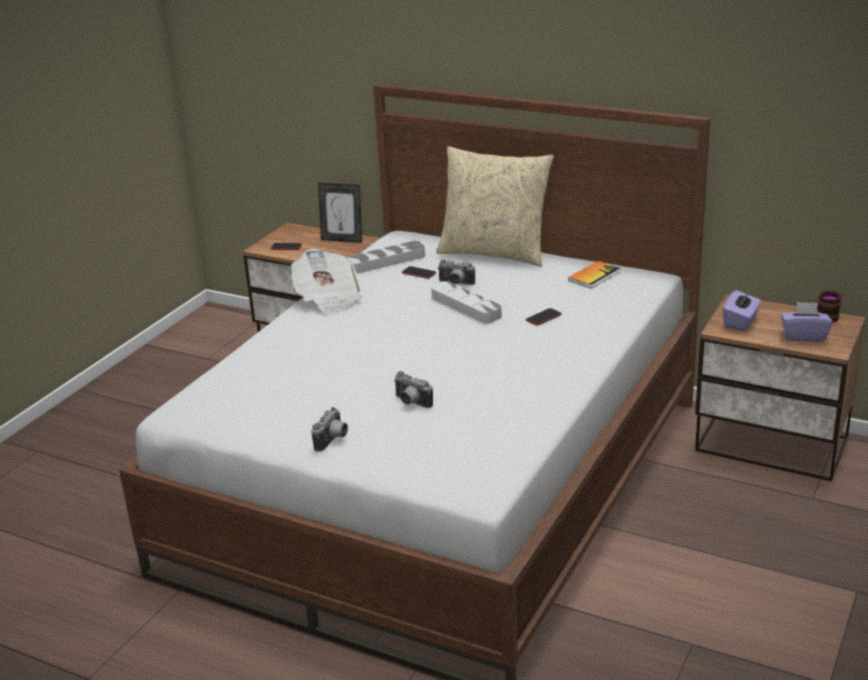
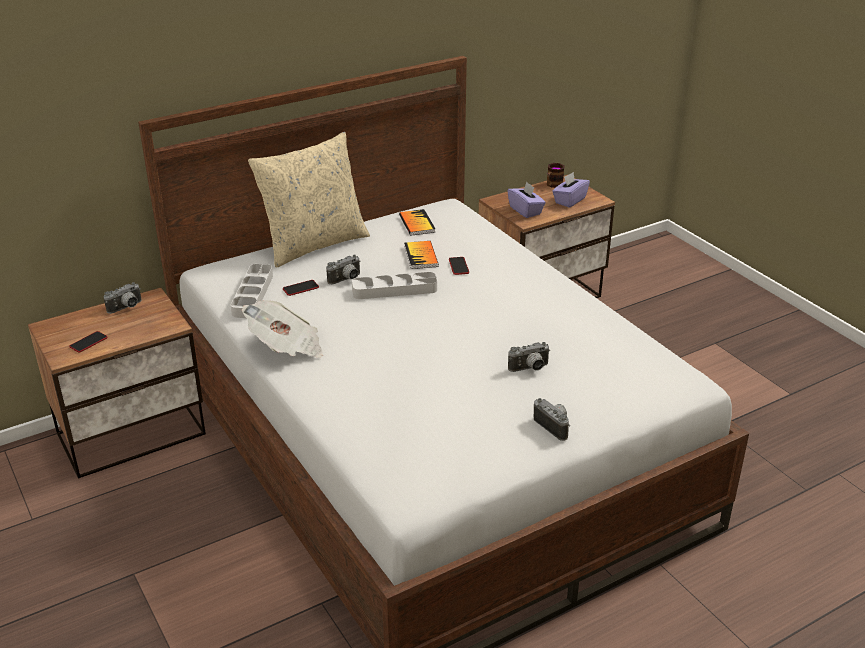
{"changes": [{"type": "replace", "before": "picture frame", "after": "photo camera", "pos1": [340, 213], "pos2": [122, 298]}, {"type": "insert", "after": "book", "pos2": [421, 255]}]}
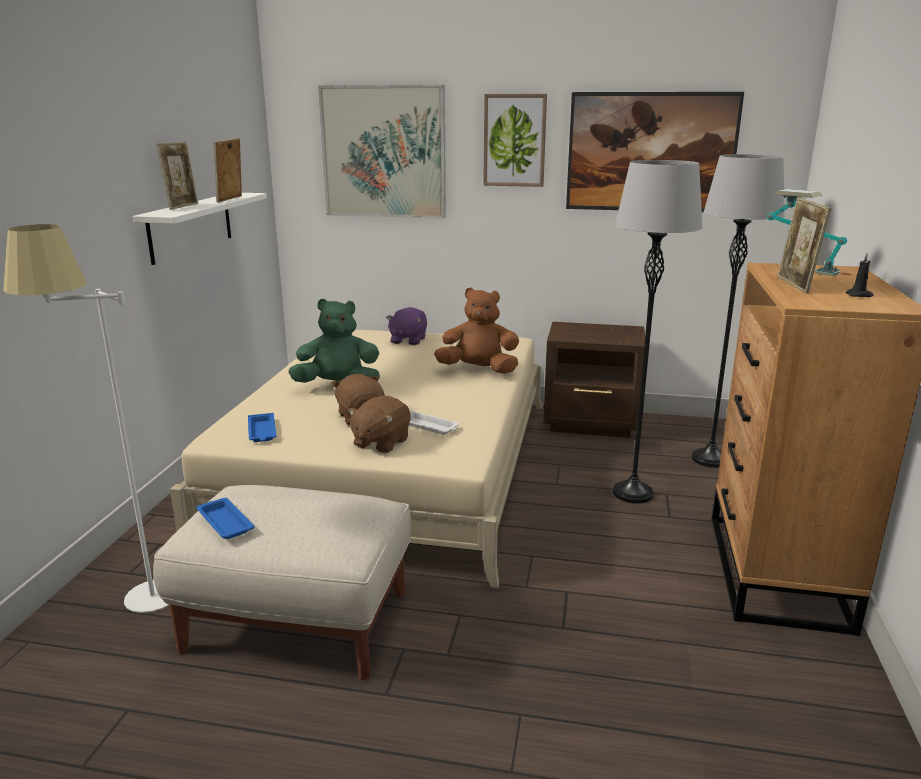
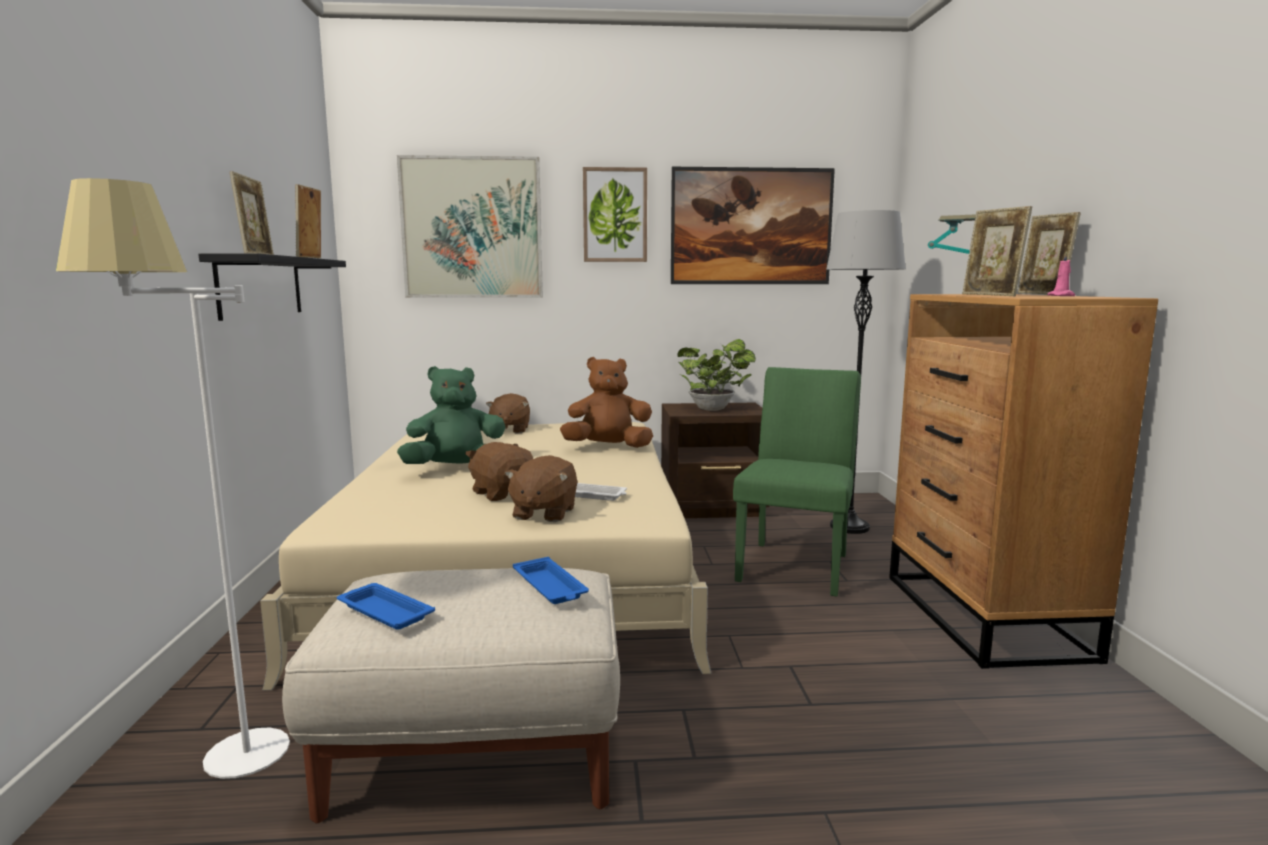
{"changes": [{"type": "recolor", "before": "white shelf", "after": "black shelf", "pos1": [199, 229], "pos2": [272, 287]}, {"type": "recolor", "before": "purple plush toy", "after": "brown plush toy", "pos1": [406, 326], "pos2": [508, 413]}, {"type": "move", "before": "blue tray", "pos1": [262, 427], "pos2": [551, 580]}, {"type": "insert", "after": "potted plant", "pos2": [716, 375]}, {"type": "replace", "before": "grey floor lamp", "after": "green chair", "pos1": [658, 332], "pos2": [797, 482]}, {"type": "insert", "after": "picture frame", "pos2": [1049, 253]}, {"type": "recolor", "before": "black candle", "after": "pink candle", "pos1": [859, 275], "pos2": [1061, 273]}]}
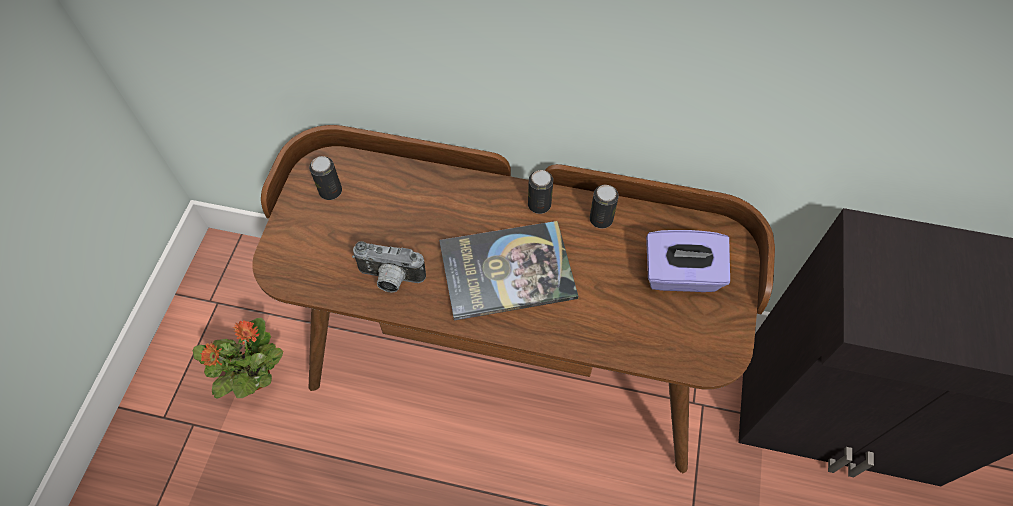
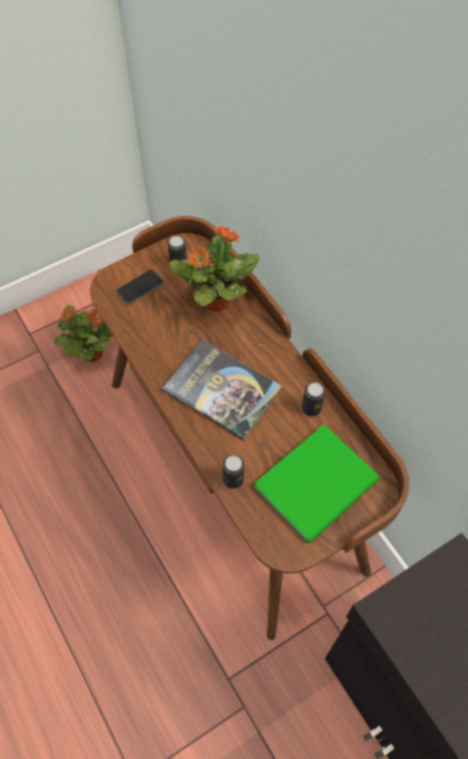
{"changes": [{"type": "insert", "after": "phone", "pos2": [140, 286]}, {"type": "insert", "after": "potted plant", "pos2": [214, 269]}, {"type": "move", "before": "can", "pos1": [540, 192], "pos2": [233, 471]}, {"type": "replace", "before": "purple tissue box", "after": "green book", "pos1": [688, 261], "pos2": [317, 484]}, {"type": "delete", "before": "photo camera", "pos1": [389, 267]}]}
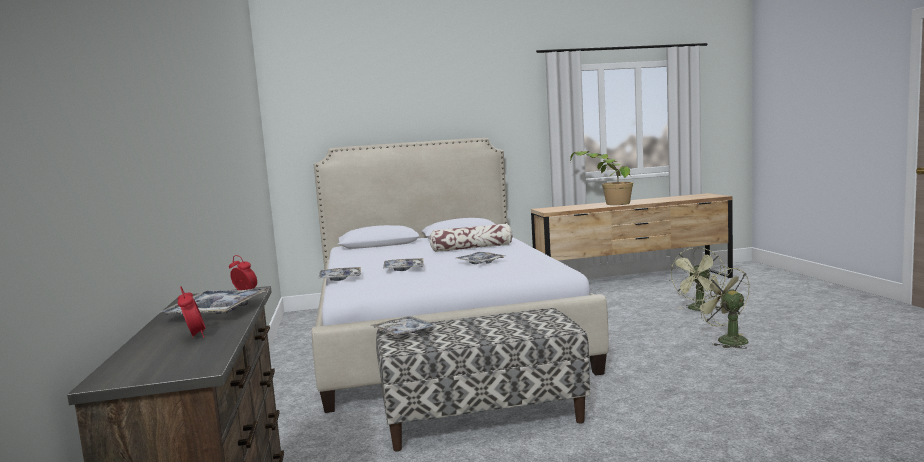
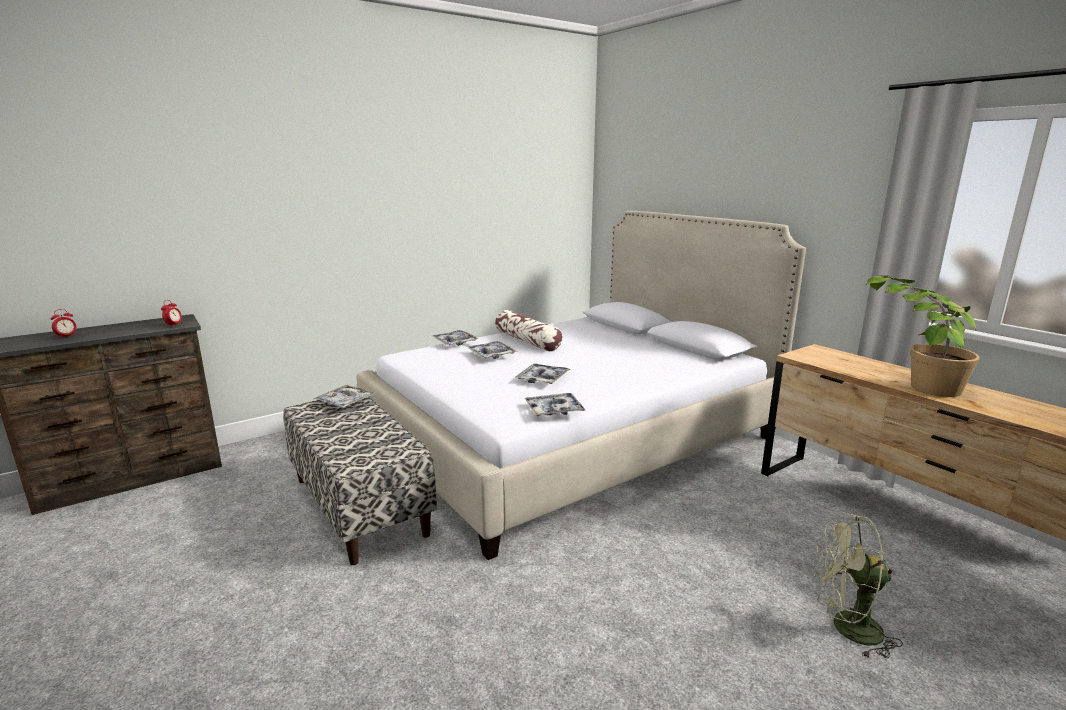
{"changes": [{"type": "move", "before": "pillow", "pos1": [471, 237], "pos2": [529, 331]}, {"type": "move", "before": "tray", "pos1": [214, 303], "pos2": [555, 404]}, {"type": "delete", "before": "green fan", "pos1": [722, 307]}]}
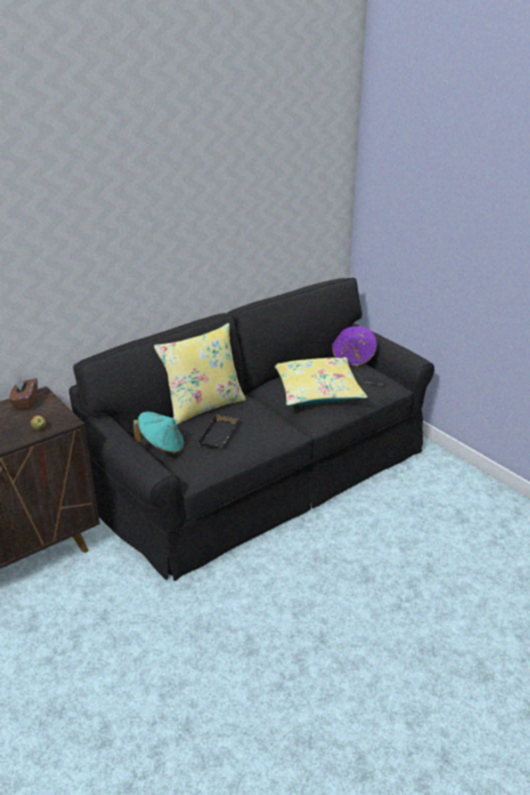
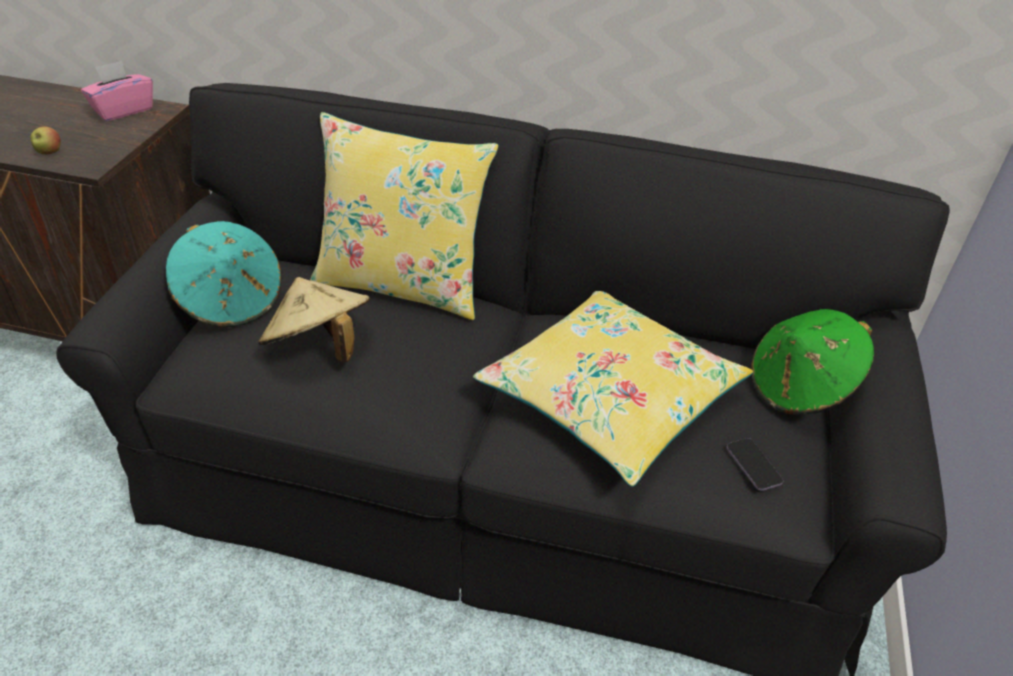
{"changes": [{"type": "recolor", "before": "brown tissue box", "after": "pink tissue box", "pos1": [23, 393], "pos2": [117, 91]}, {"type": "replace", "before": "black tray", "after": "beige hat", "pos1": [218, 431], "pos2": [314, 320]}, {"type": "recolor", "before": "purple hat", "after": "green hat", "pos1": [354, 346], "pos2": [812, 362]}]}
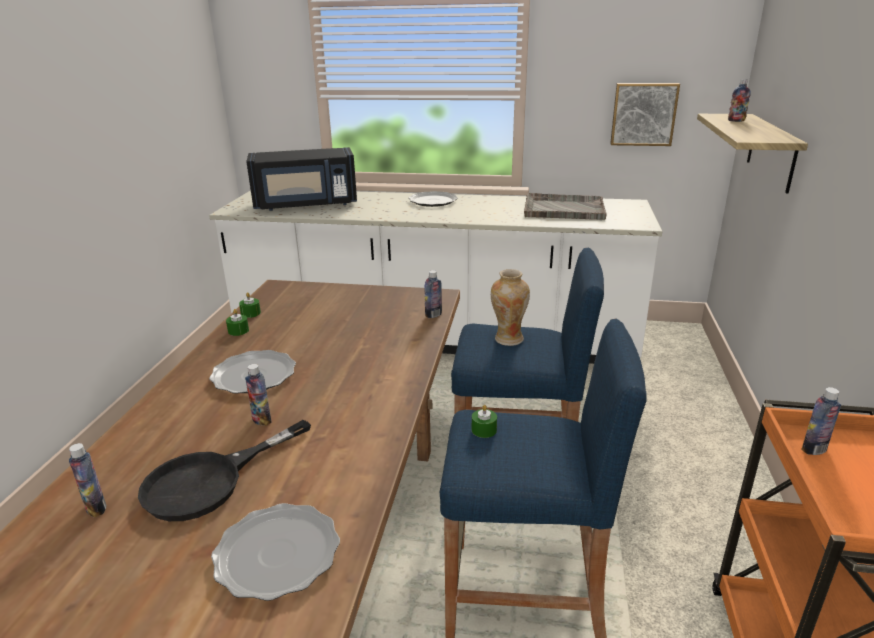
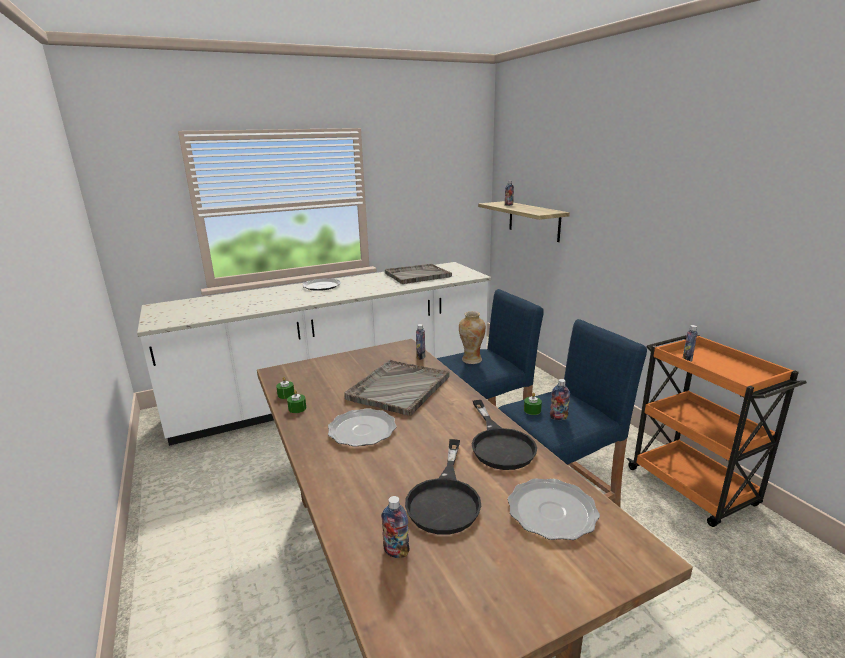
{"changes": [{"type": "insert", "after": "grey tray", "pos2": [397, 388]}, {"type": "insert", "after": "black frying pan", "pos2": [504, 435]}, {"type": "move", "before": "bottle", "pos1": [258, 395], "pos2": [560, 399]}, {"type": "delete", "before": "black microwave", "pos1": [301, 179]}, {"type": "delete", "before": "picture", "pos1": [645, 114]}]}
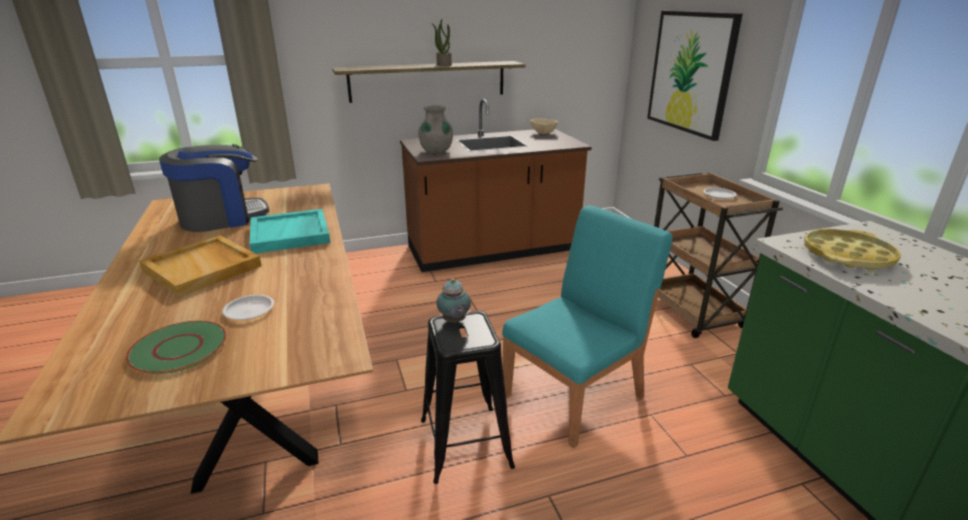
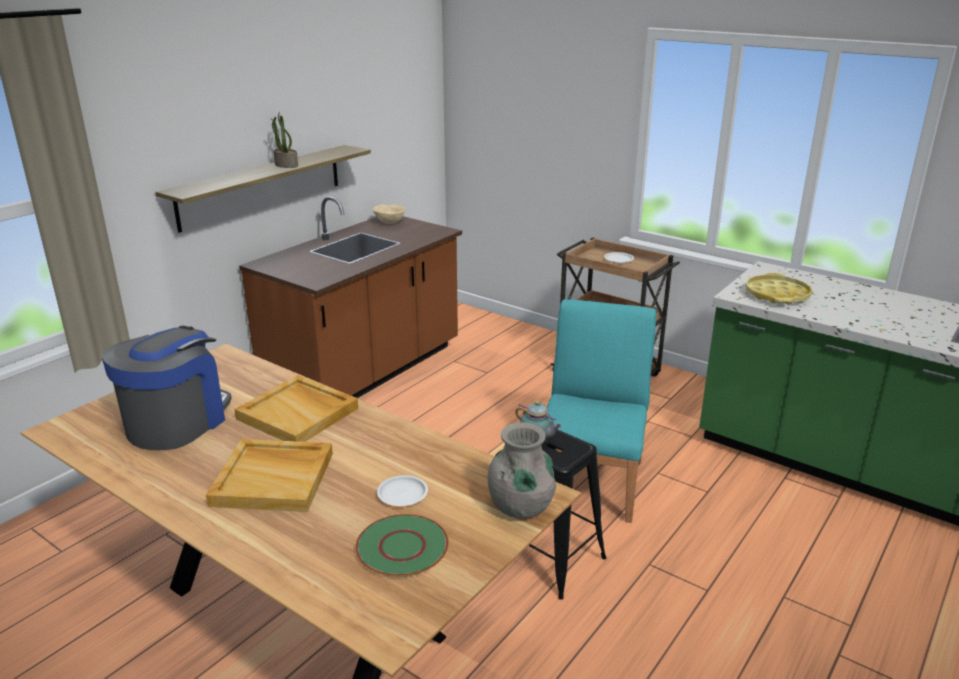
{"changes": [{"type": "recolor", "before": "turquoise tray", "after": "beige tray", "pos1": [290, 231], "pos2": [296, 408]}, {"type": "move", "before": "grey vase", "pos1": [435, 129], "pos2": [521, 470]}, {"type": "delete", "before": "picture", "pos1": [695, 76]}]}
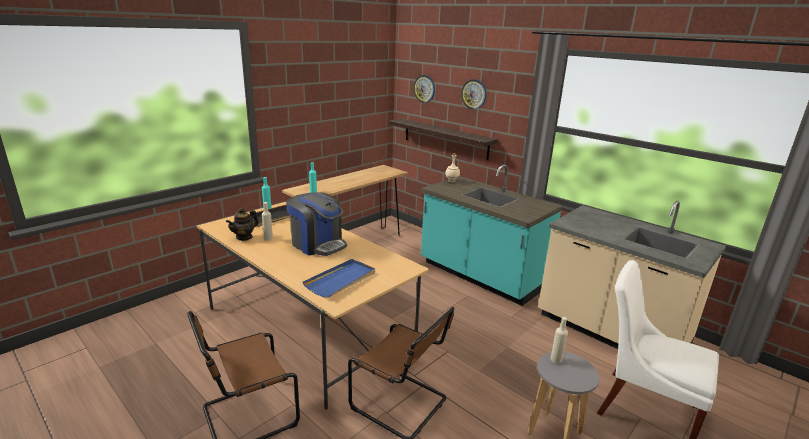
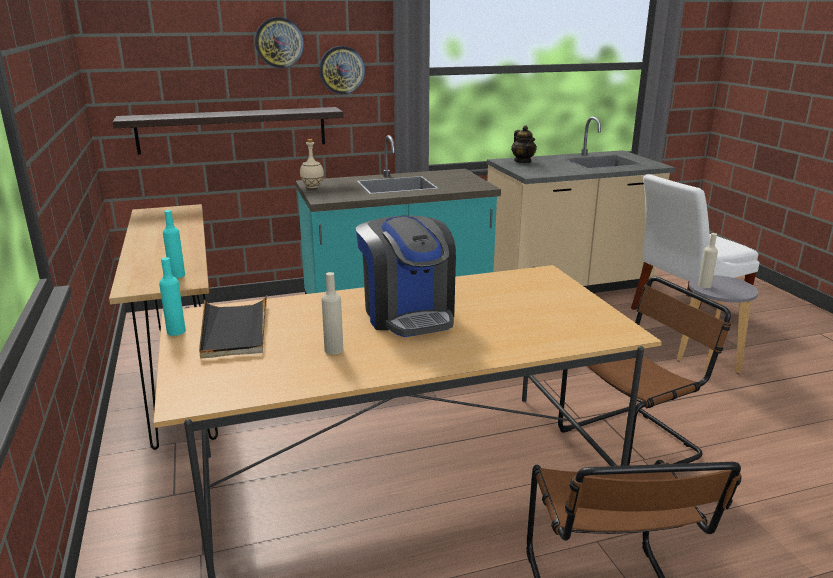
{"changes": [{"type": "move", "before": "wall clock", "pos1": [424, 89], "pos2": [342, 70]}, {"type": "rotate", "before": "coffee machine", "pos1": [316, 224], "pos2": [406, 276], "turn": 90}, {"type": "move", "before": "teapot", "pos1": [242, 224], "pos2": [524, 144]}, {"type": "delete", "before": "blue tray", "pos1": [339, 278]}]}
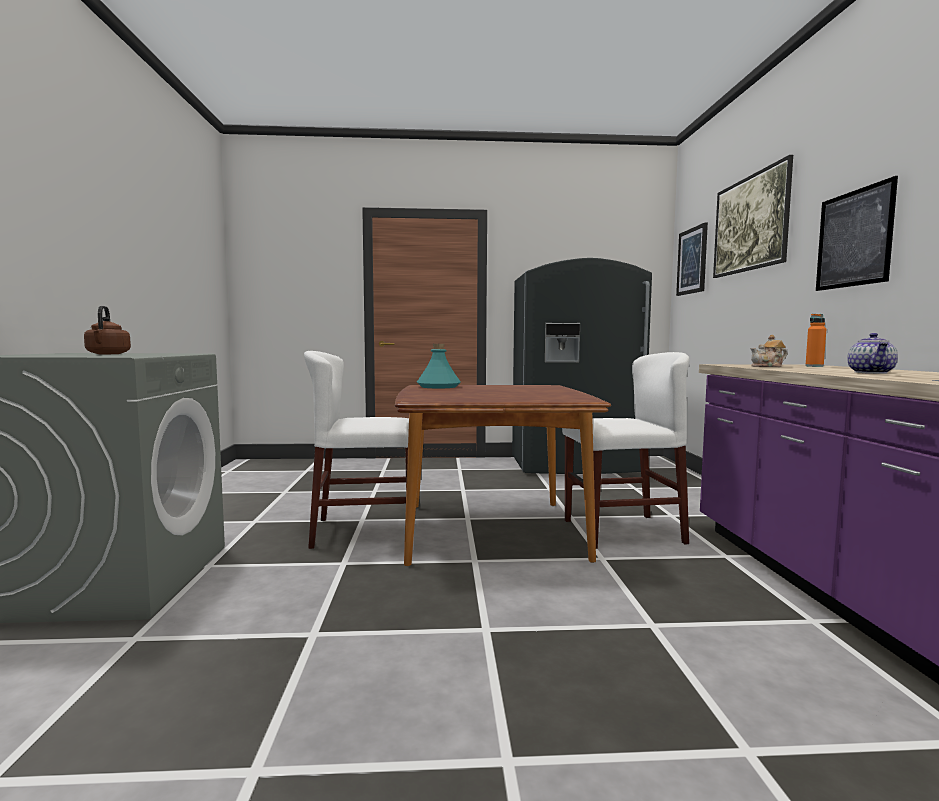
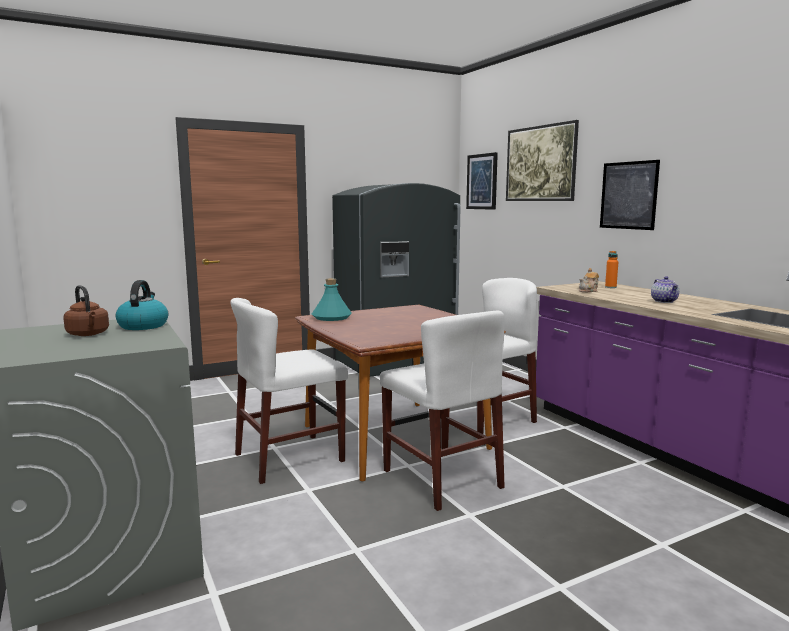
{"changes": [{"type": "insert", "after": "kettle", "pos2": [142, 305]}, {"type": "insert", "after": "white chair", "pos2": [442, 411]}]}
